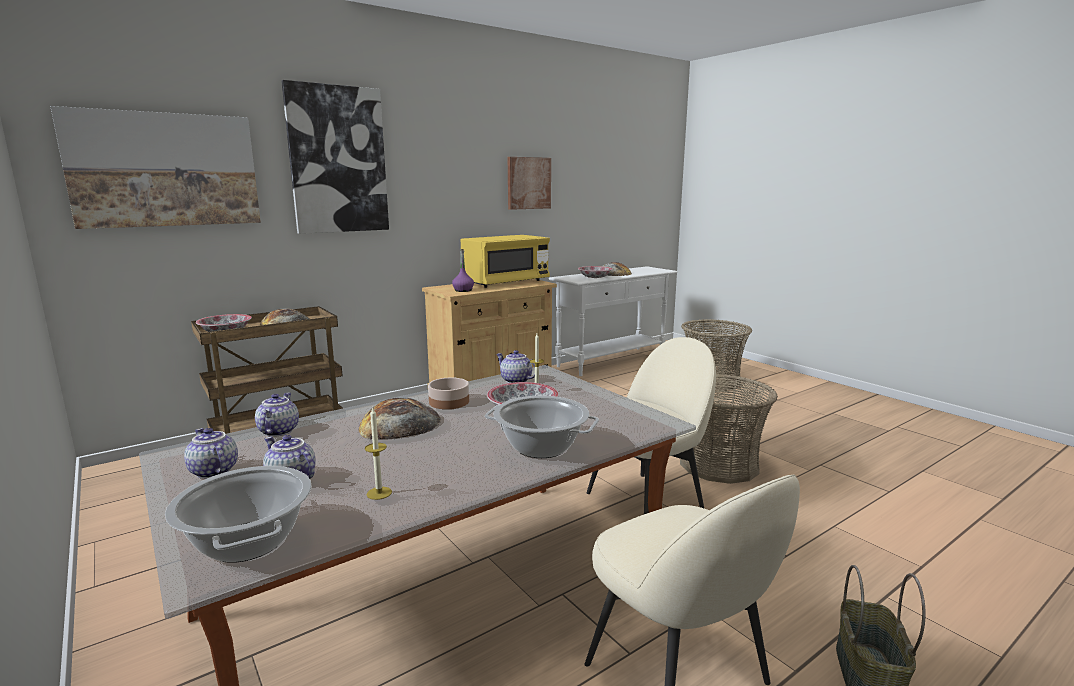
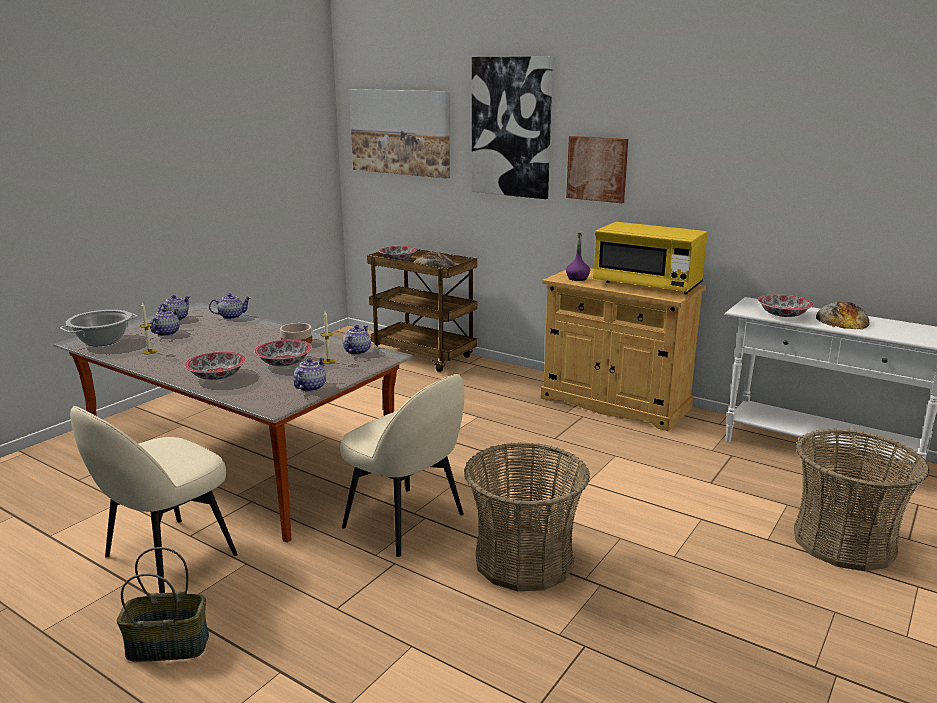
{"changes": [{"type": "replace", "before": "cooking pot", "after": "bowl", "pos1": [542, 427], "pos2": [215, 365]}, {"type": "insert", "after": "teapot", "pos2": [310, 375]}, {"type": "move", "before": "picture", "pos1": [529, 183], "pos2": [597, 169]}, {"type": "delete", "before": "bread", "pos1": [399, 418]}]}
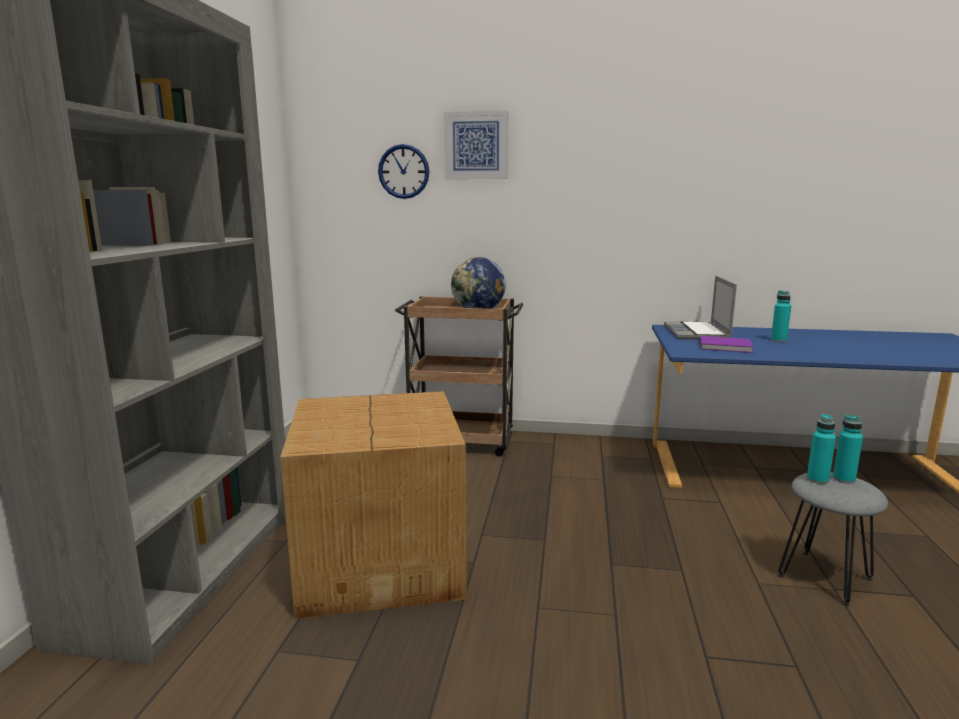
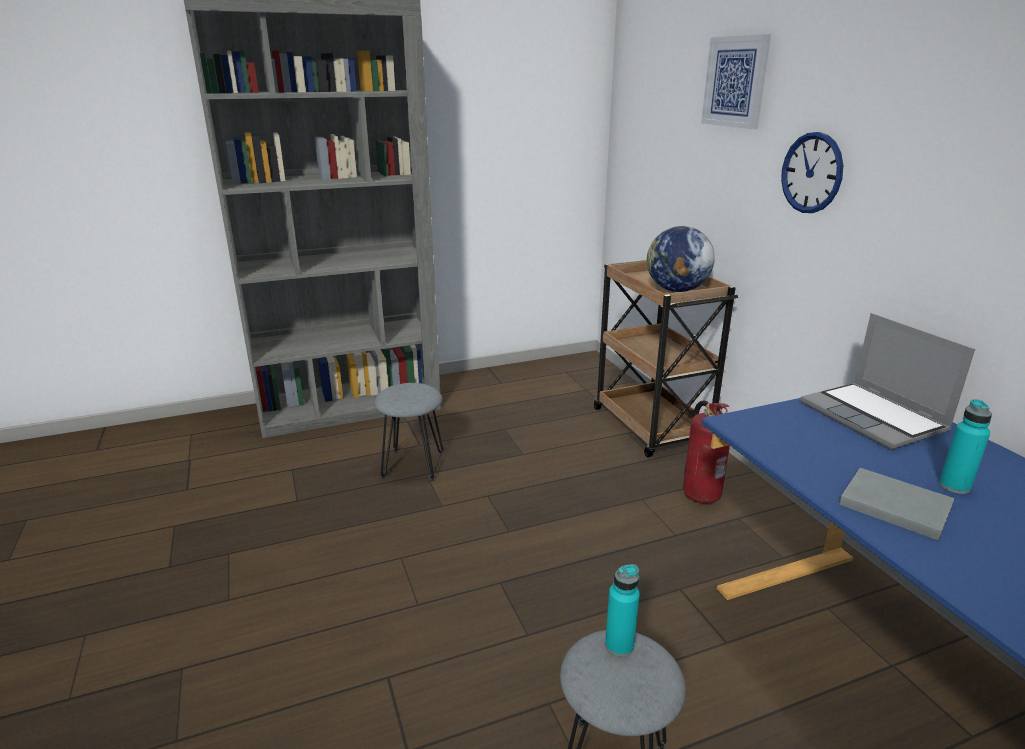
{"changes": [{"type": "replace", "before": "cardboard box", "after": "grey stool", "pos1": [373, 505], "pos2": [408, 432]}, {"type": "insert", "after": "fire extinguisher", "pos2": [706, 452]}, {"type": "move", "before": "wall clock", "pos1": [403, 171], "pos2": [812, 172]}, {"type": "rotate", "before": "laptop", "pos1": [700, 308], "pos2": [887, 381], "turn": -90}, {"type": "insert", "after": "grey book", "pos2": [897, 504]}, {"type": "delete", "before": "purple book", "pos1": [727, 344]}, {"type": "delete", "before": "turquoise bottle", "pos1": [848, 449]}]}
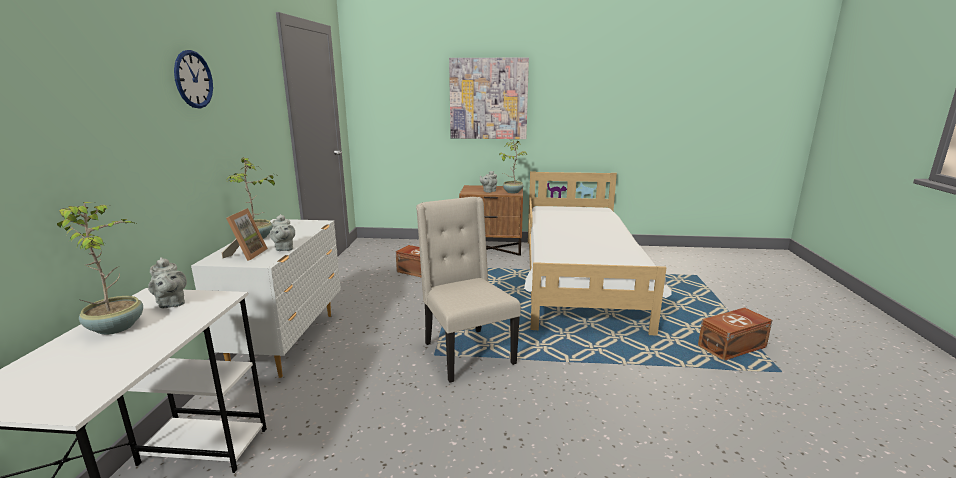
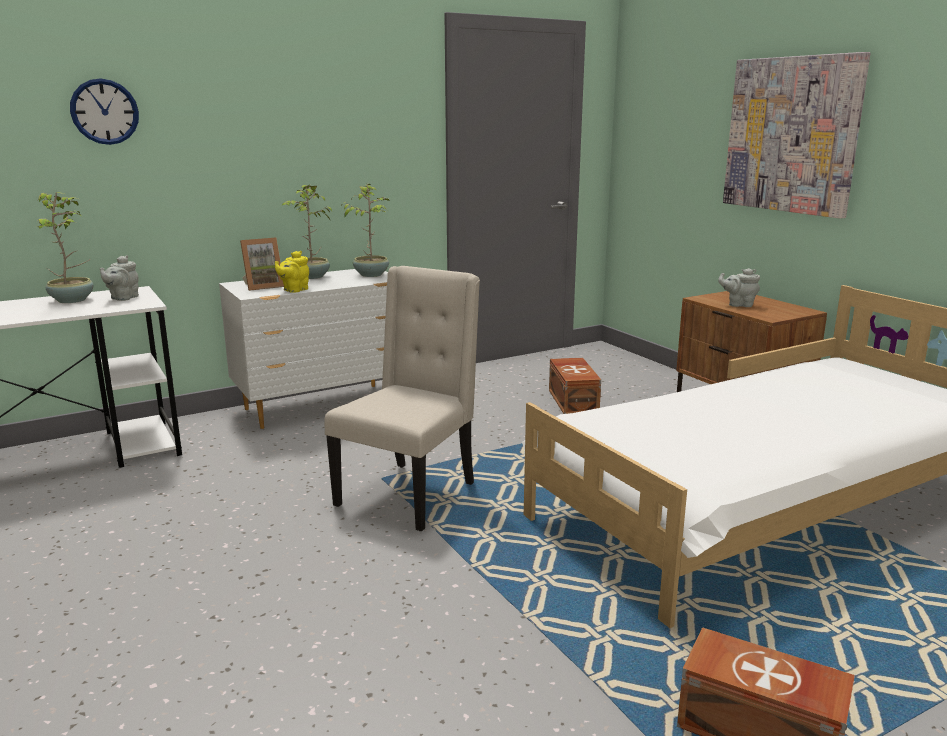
{"changes": [{"type": "move", "before": "wall clock", "pos1": [193, 79], "pos2": [104, 111]}, {"type": "recolor", "before": "grey teapot", "after": "yellow teapot", "pos1": [282, 232], "pos2": [292, 272]}, {"type": "move", "before": "potted plant", "pos1": [513, 166], "pos2": [367, 230]}]}
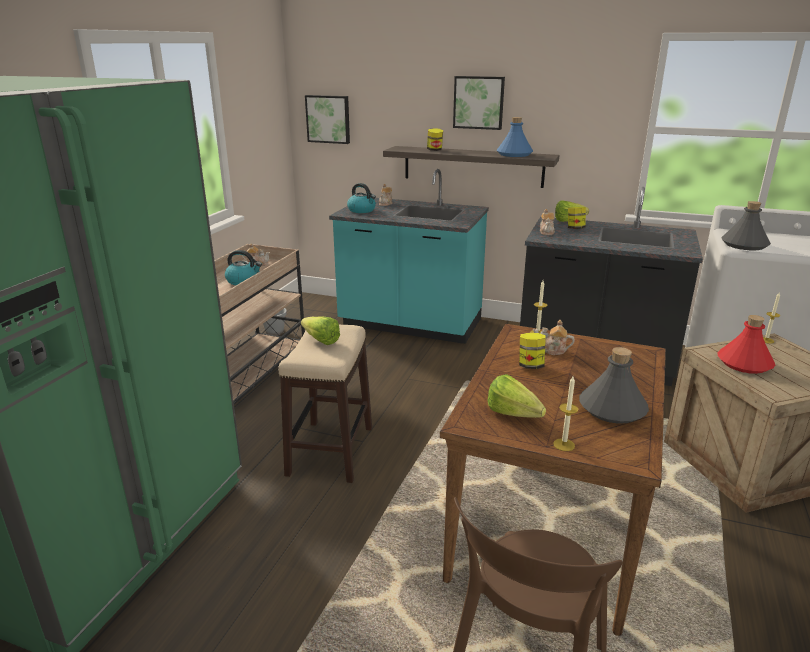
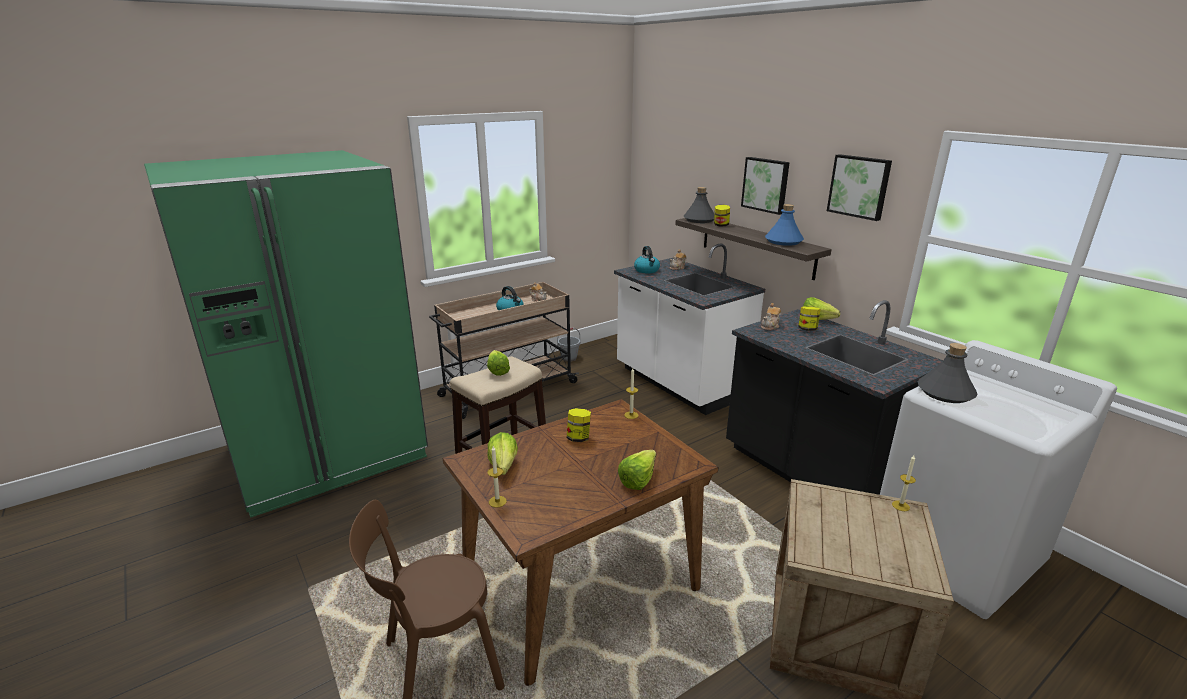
{"changes": [{"type": "recolor", "before": "turquoise counter", "after": "white counter", "pos1": [409, 256], "pos2": [689, 329]}, {"type": "insert", "after": "lettuce", "pos2": [637, 470]}, {"type": "move", "before": "grey bottle", "pos1": [614, 385], "pos2": [699, 205]}, {"type": "move", "before": "picture", "pos1": [327, 119], "pos2": [859, 187]}, {"type": "delete", "before": "teapot", "pos1": [554, 337]}, {"type": "delete", "before": "red bottle", "pos1": [746, 344]}]}
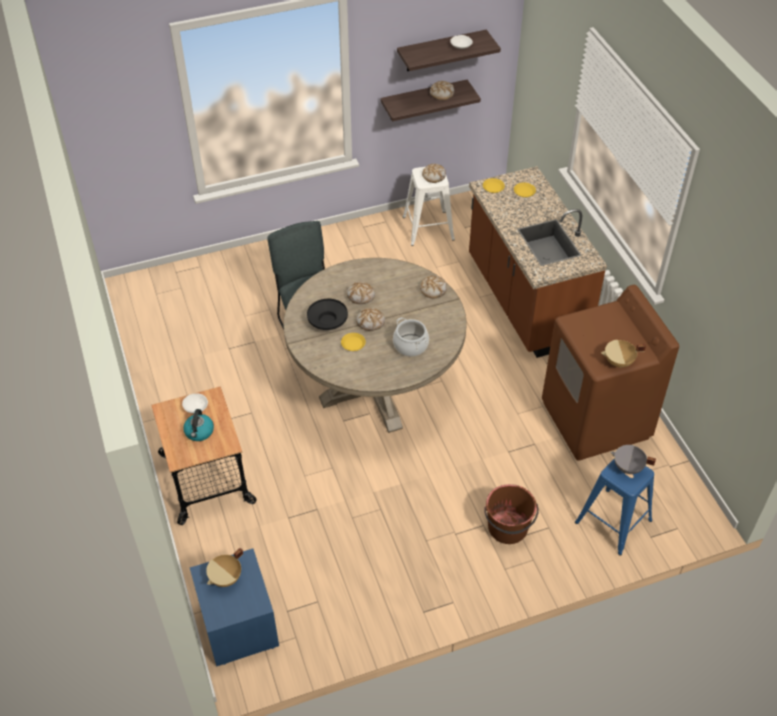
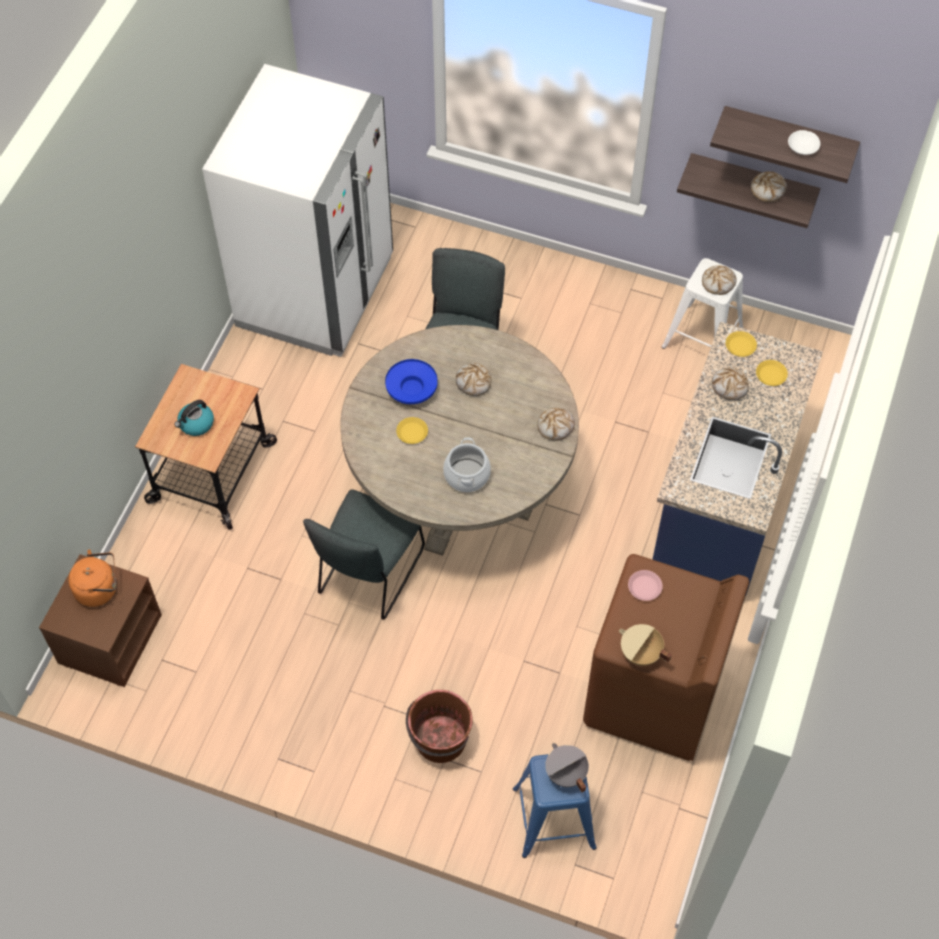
{"changes": [{"type": "recolor", "before": "blue nightstand", "after": "brown nightstand", "pos1": [234, 608], "pos2": [100, 620]}, {"type": "replace", "before": "beige cooking pot", "after": "orange kettle", "pos1": [224, 567], "pos2": [92, 578]}, {"type": "insert", "after": "white fridge", "pos2": [297, 210]}, {"type": "insert", "after": "grey chair", "pos2": [364, 554]}, {"type": "recolor", "before": "black bowl", "after": "blue bowl", "pos1": [327, 314], "pos2": [411, 381]}, {"type": "insert", "after": "pink plate", "pos2": [645, 585]}, {"type": "recolor", "before": "brown counter", "after": "blue counter", "pos1": [538, 262], "pos2": [737, 459]}, {"type": "move", "before": "bread", "pos1": [370, 319], "pos2": [730, 383]}, {"type": "delete", "before": "white bowl", "pos1": [195, 403]}]}
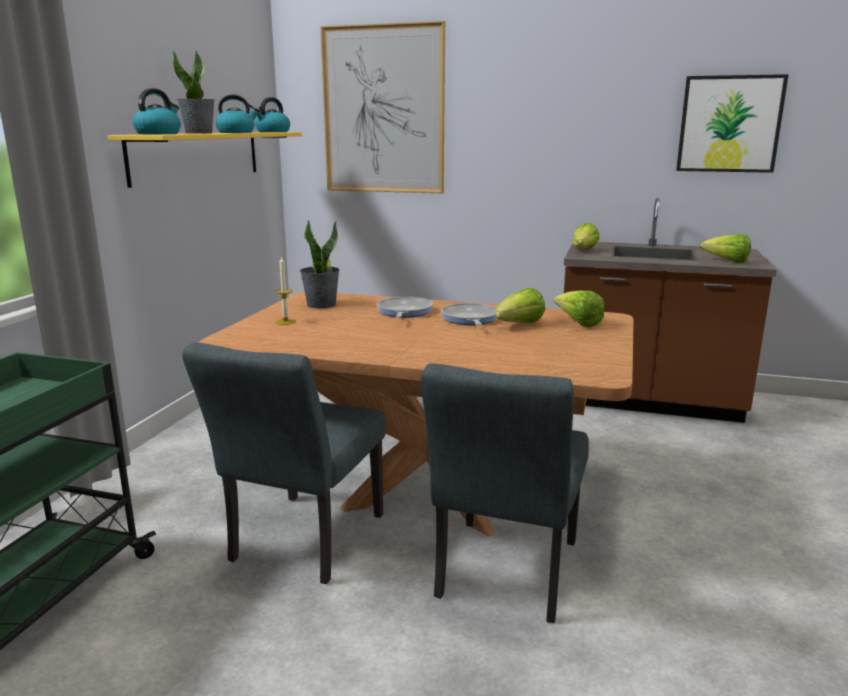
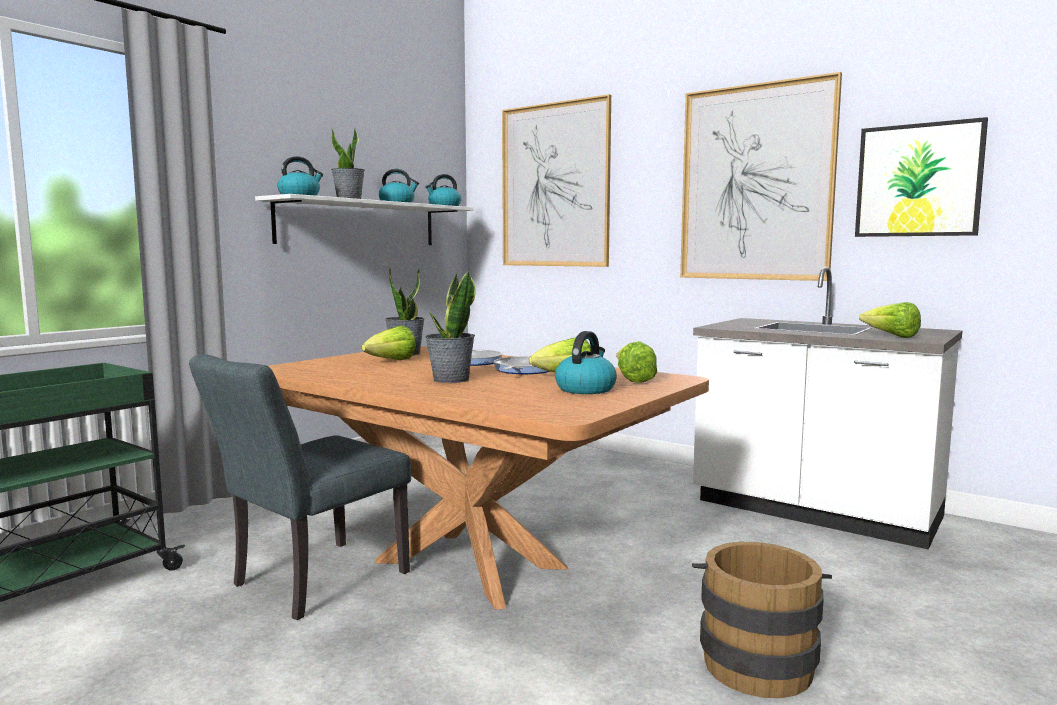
{"changes": [{"type": "recolor", "before": "yellow shelf", "after": "white shelf", "pos1": [204, 160], "pos2": [364, 219]}, {"type": "move", "before": "lettuce", "pos1": [586, 236], "pos2": [389, 343]}, {"type": "insert", "after": "potted plant", "pos2": [450, 327]}, {"type": "insert", "after": "kettle", "pos2": [586, 362]}, {"type": "insert", "after": "picture", "pos2": [761, 176]}, {"type": "insert", "after": "brown bucket", "pos2": [762, 620]}, {"type": "recolor", "before": "brown counter", "after": "white counter", "pos1": [670, 310], "pos2": [828, 408]}, {"type": "delete", "before": "candle", "pos1": [285, 290]}, {"type": "delete", "before": "grey chair", "pos1": [505, 493]}]}
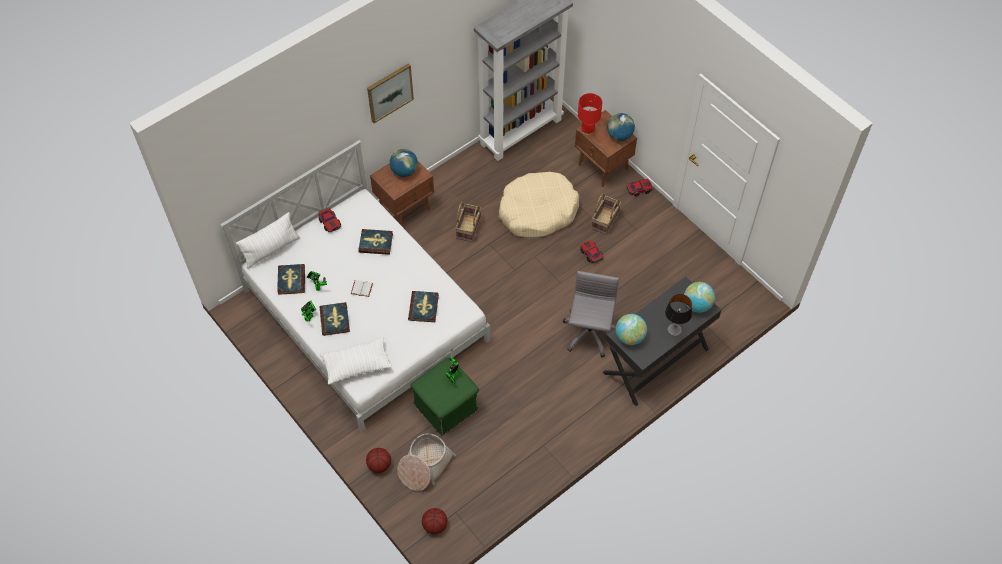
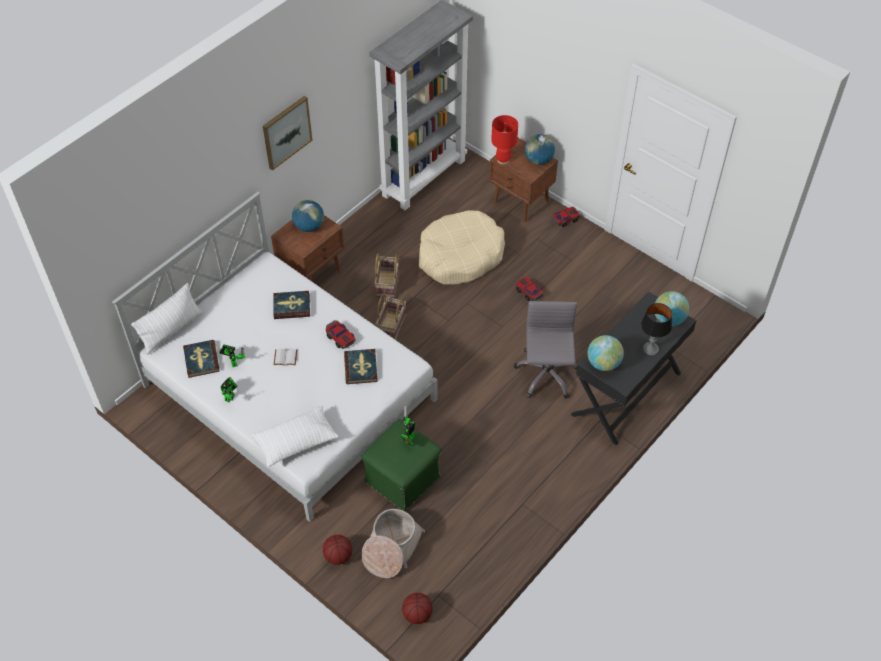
{"changes": [{"type": "move", "before": "toy car", "pos1": [329, 219], "pos2": [340, 334]}, {"type": "move", "before": "basket", "pos1": [606, 214], "pos2": [390, 317]}, {"type": "delete", "before": "book", "pos1": [335, 319]}]}
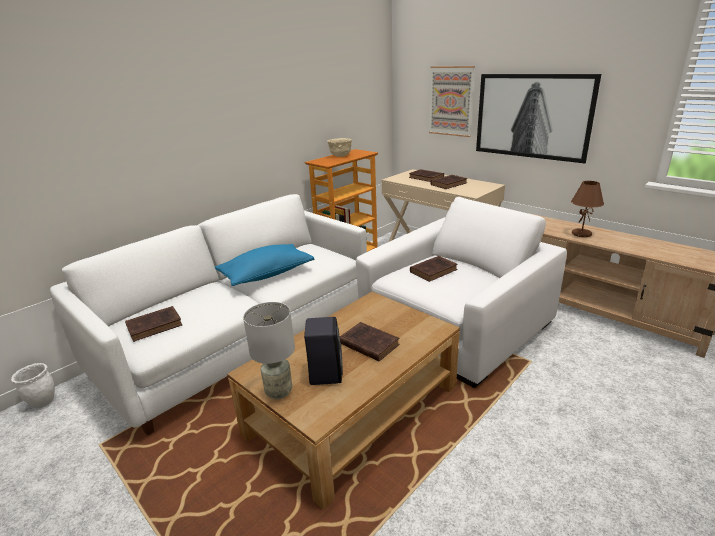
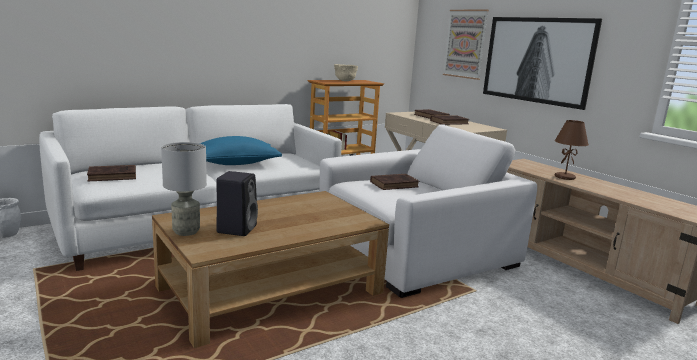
{"changes": [{"type": "delete", "before": "brown book", "pos1": [369, 341]}]}
